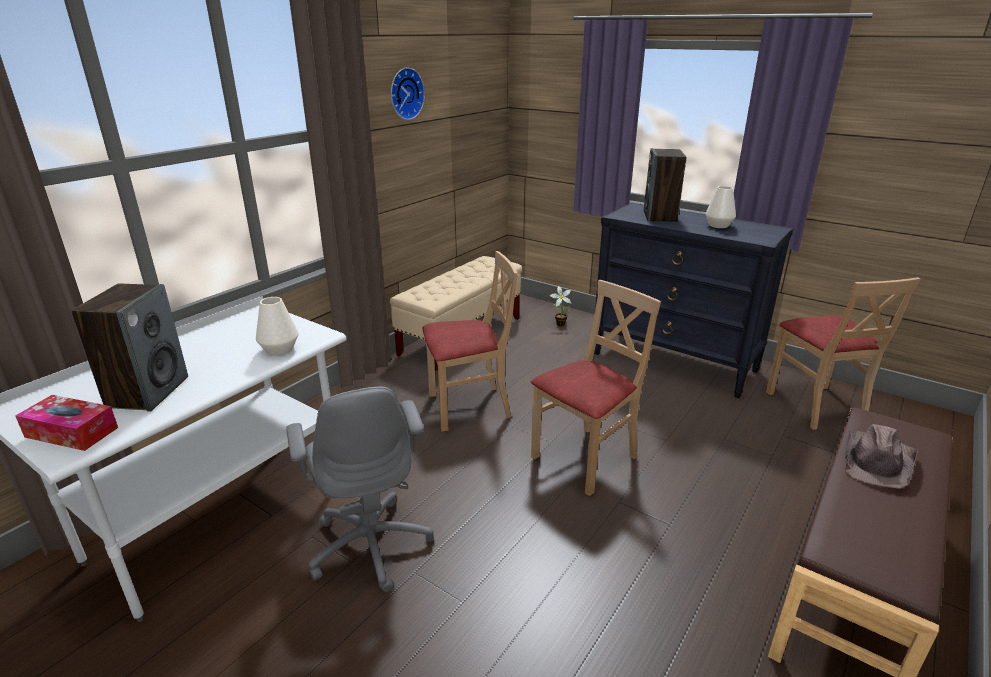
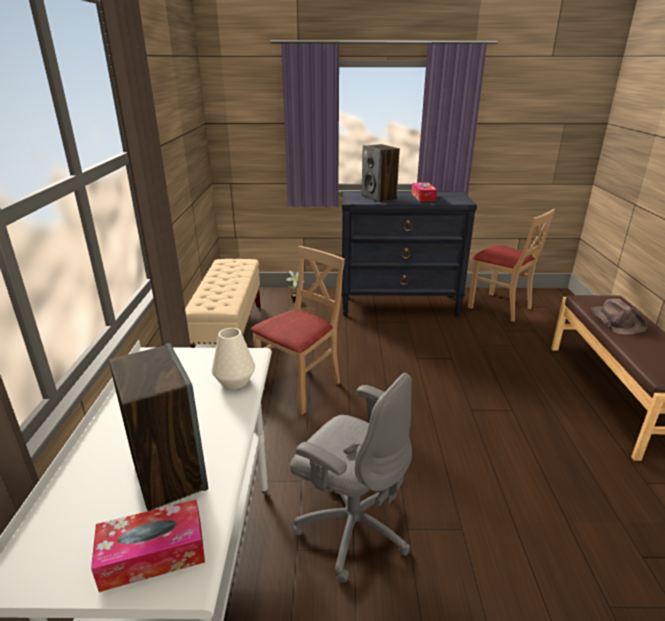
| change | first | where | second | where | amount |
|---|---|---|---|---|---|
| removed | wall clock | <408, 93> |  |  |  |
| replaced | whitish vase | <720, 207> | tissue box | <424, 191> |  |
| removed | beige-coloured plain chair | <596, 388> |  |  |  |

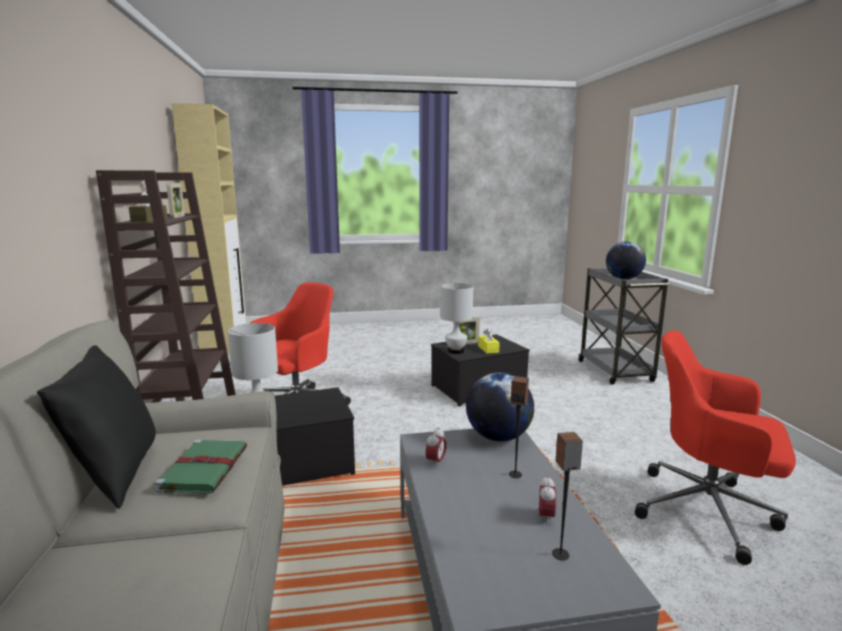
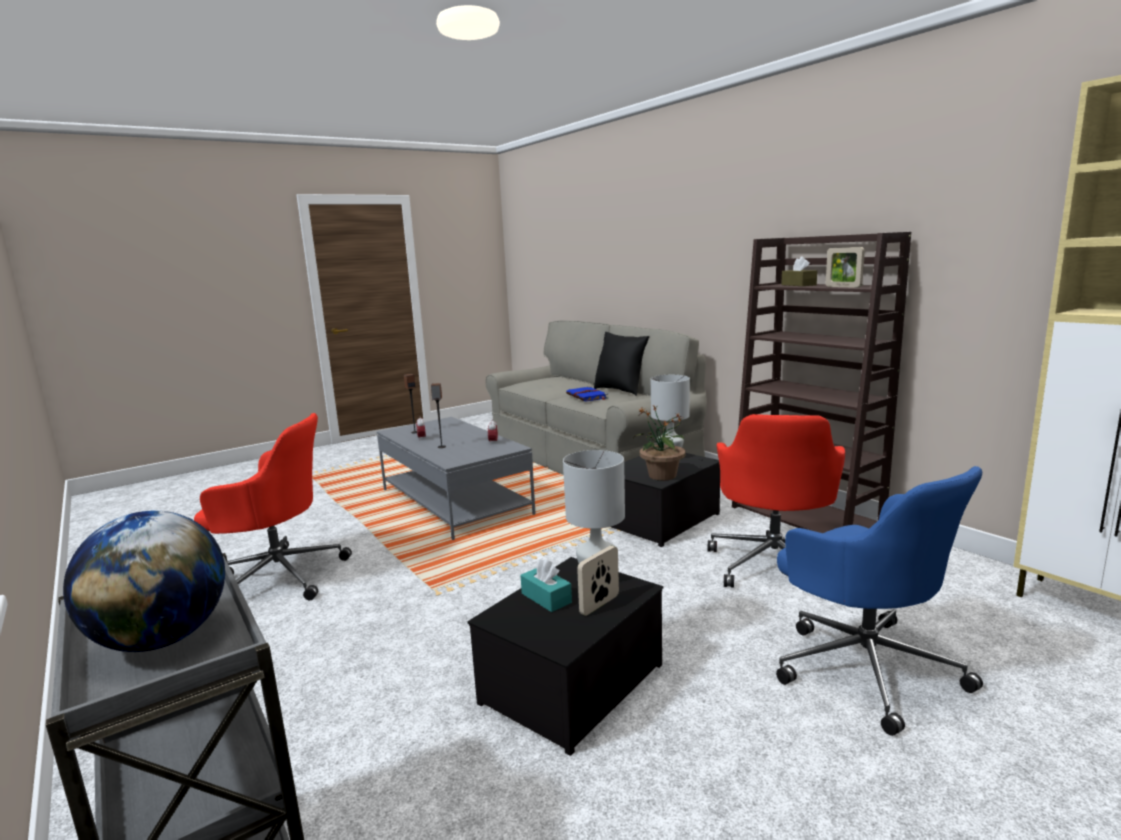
| change | first | where | second | where | amount |
|---|---|---|---|---|---|
| recoloured | yellow tissue box | <489, 341> | blue-green tissue box | <546, 585> |  |
| removed | desk globe | <500, 407> |  |  |  |
| recoloured | green book | <201, 466> | blue-coloured book | <587, 393> |  |
| added |  |  | plant in a pot | <660, 443> |  |
| added |  |  | blue-coloured desk chair | <879, 601> |  |

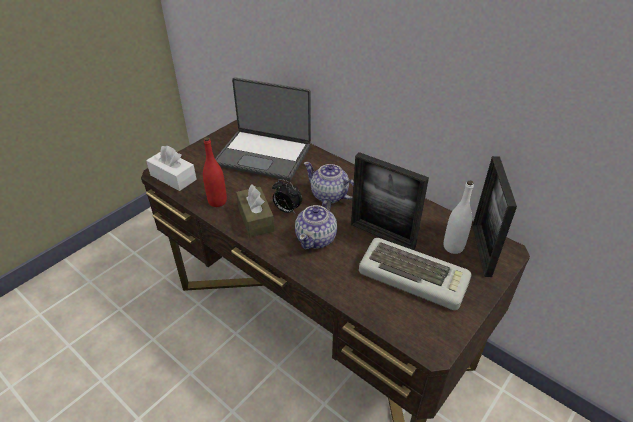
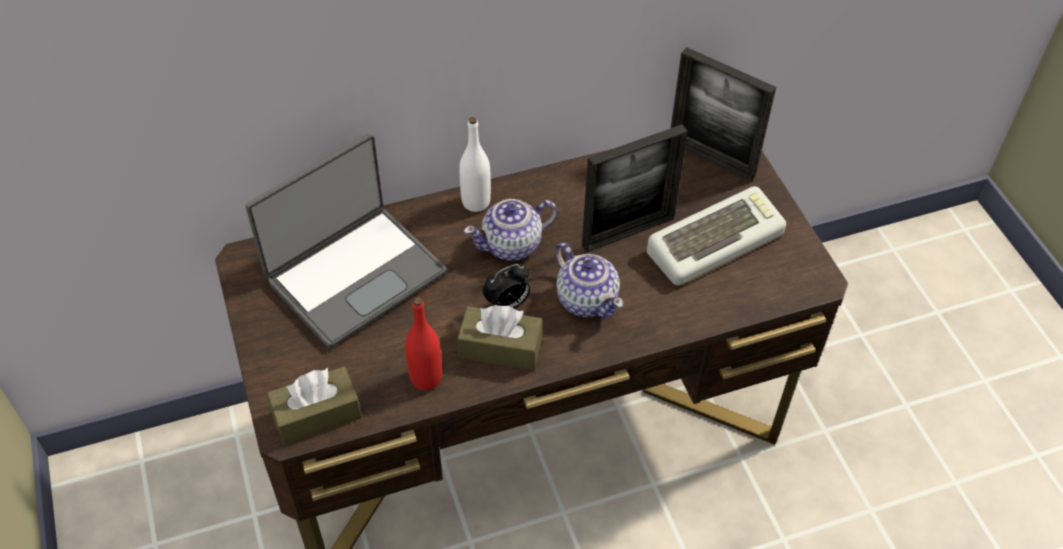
| change | first | where | second | where | amount |
|---|---|---|---|---|---|
| recoloured | whitish tissue box | <171, 168> | brown-coloured tissue box | <314, 406> |  |
| moved | whitish beverage bottle | <459, 217> |  | <475, 164> |  |

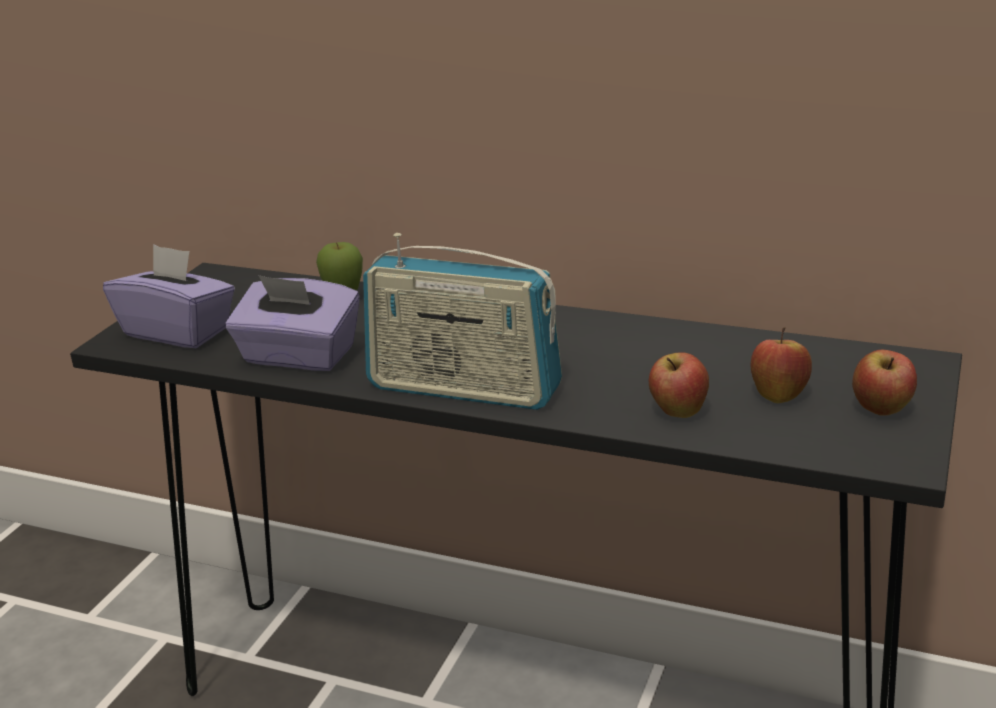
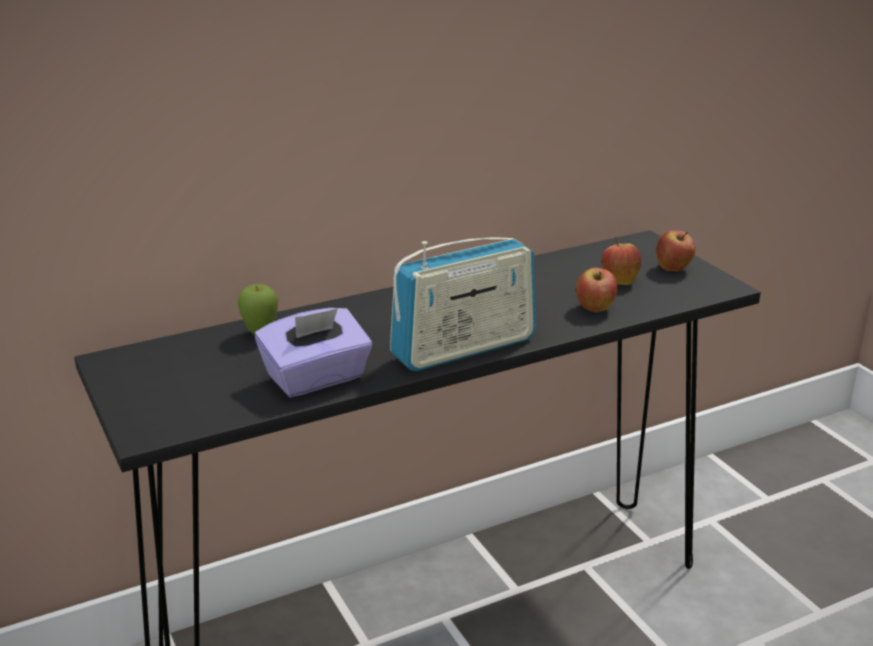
| change | first | where | second | where | amount |
|---|---|---|---|---|---|
| removed | purplish tissue box | <169, 296> |  |  |  |

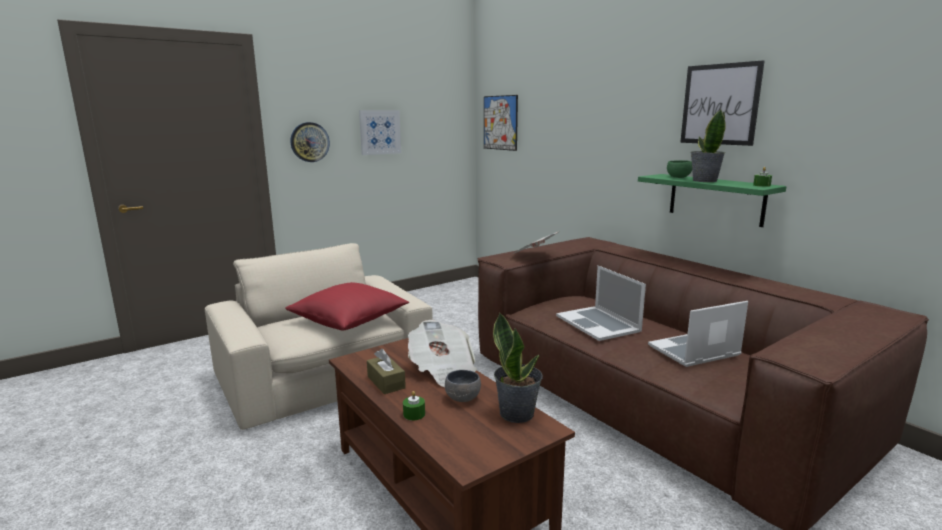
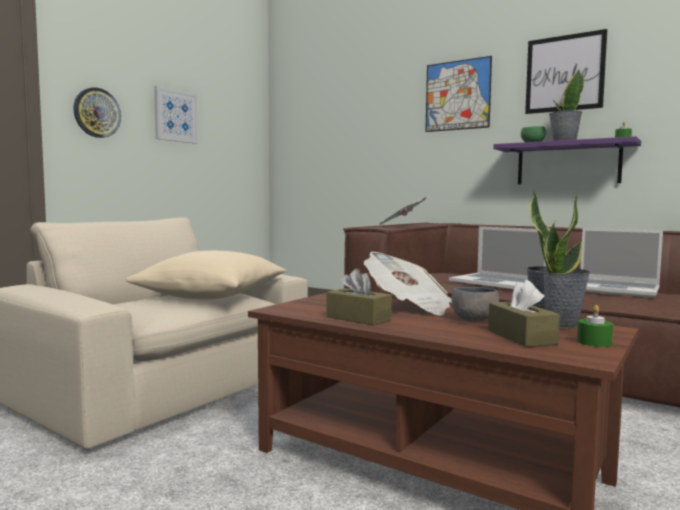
| change | first | where | second | where | amount |
|---|---|---|---|---|---|
| moved | picture | <501, 123> |  | <458, 94> |  |
| recoloured | green shelf | <712, 200> | purplish shelf | <567, 160> |  |
| recoloured | red cushion | <347, 306> | beige-coloured cushion | <206, 275> |  |
| turned | laptop | <698, 334> |  | <621, 263> | 105 degrees counterclockwise |
| moved | green wax candle | <414, 406> |  | <595, 326> |  |
| added |  |  | brown-coloured tissue box | <524, 313> |  |

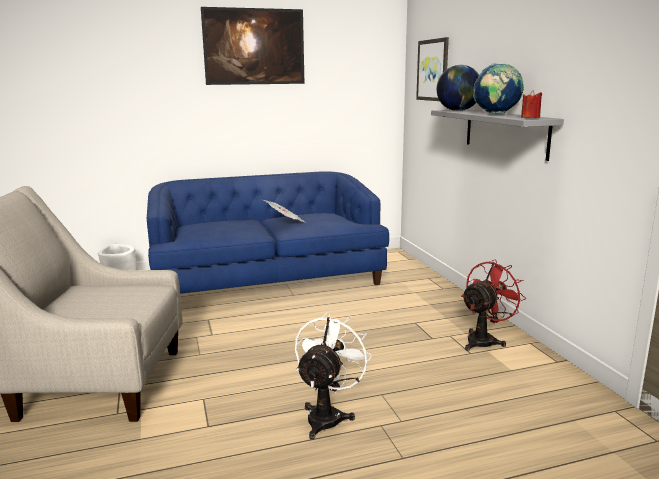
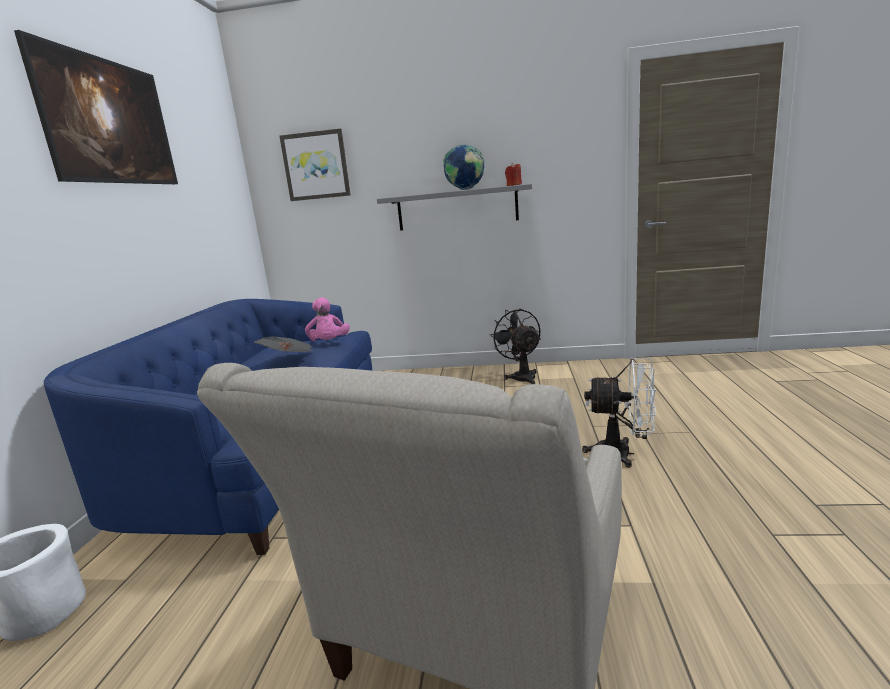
| change | first | where | second | where | amount |
|---|---|---|---|---|---|
| removed | desk globe | <458, 88> |  |  |  |
| recoloured | red cooling fan | <493, 305> | blackish cooling fan | <515, 346> |  |
| turned | whitish cooling fan | <333, 376> |  | <619, 413> | 150 degrees clockwise |
| added |  |  | pinkish soft toy | <327, 319> |  |

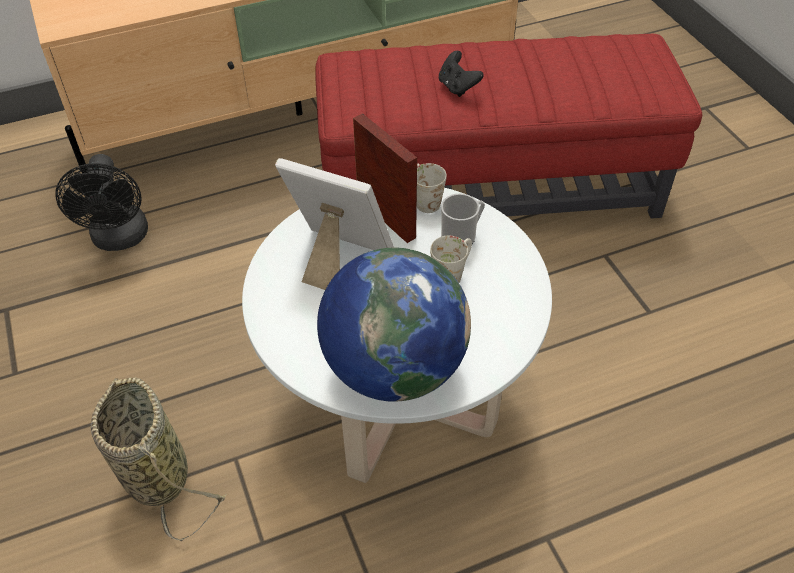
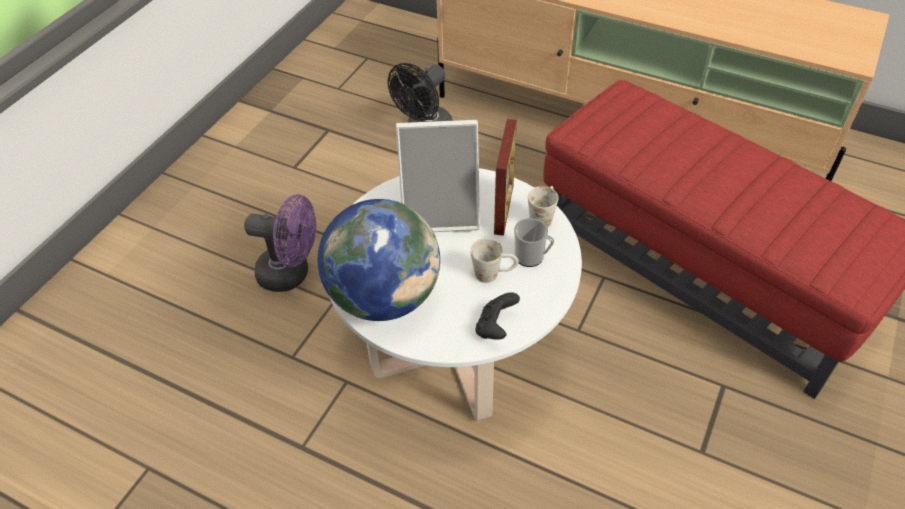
| change | first | where | second | where | amount |
|---|---|---|---|---|---|
| moved | blackish game controller | <461, 74> |  | <497, 316> |  |
| turned | photo frame | <334, 224> |  | <438, 176> | 105 degrees clockwise |
| replaced | household basket | <159, 459> | purplish cooling fan | <280, 243> |  |

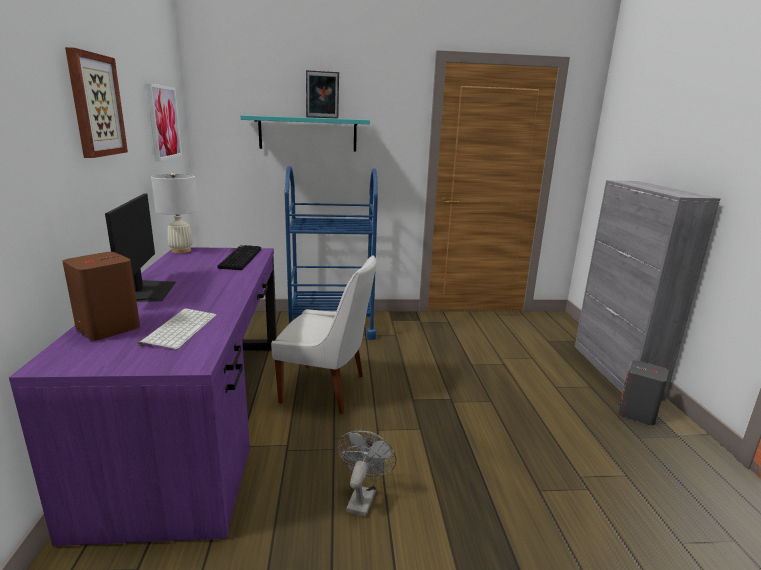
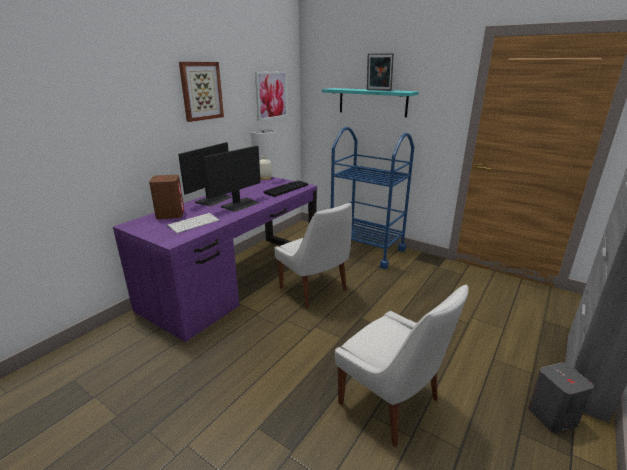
| change | first | where | second | where | amount |
|---|---|---|---|---|---|
| removed | gray cooling fan | <367, 473> |  |  |  |
| added |  |  | monitor | <232, 179> |  |
| added |  |  | whitish plain chair | <402, 366> |  |

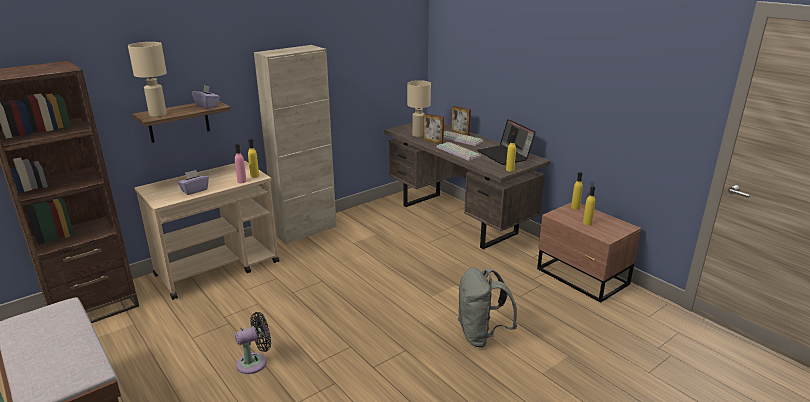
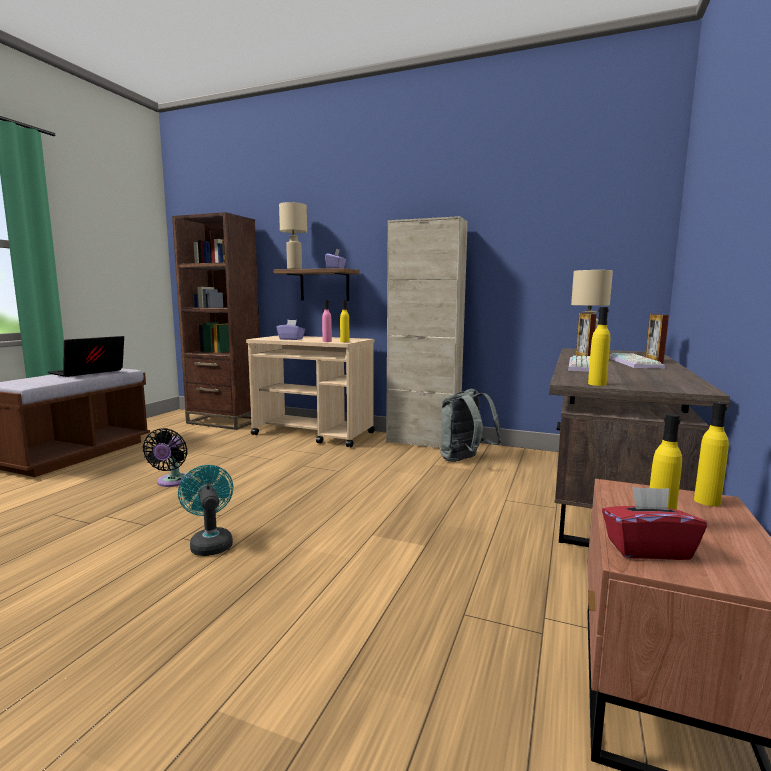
| change | first | where | second | where | amount |
|---|---|---|---|---|---|
| moved | laptop | <506, 142> |  | <86, 356> |  |
| moved | gray backpack | <487, 307> |  | <471, 425> |  |
| turned | blackish cooling fan | <253, 343> |  | <167, 457> | 60 degrees clockwise |
| added |  |  | blue-green cooling fan | <205, 510> |  |
| added |  |  | red tissue box | <654, 523> |  |

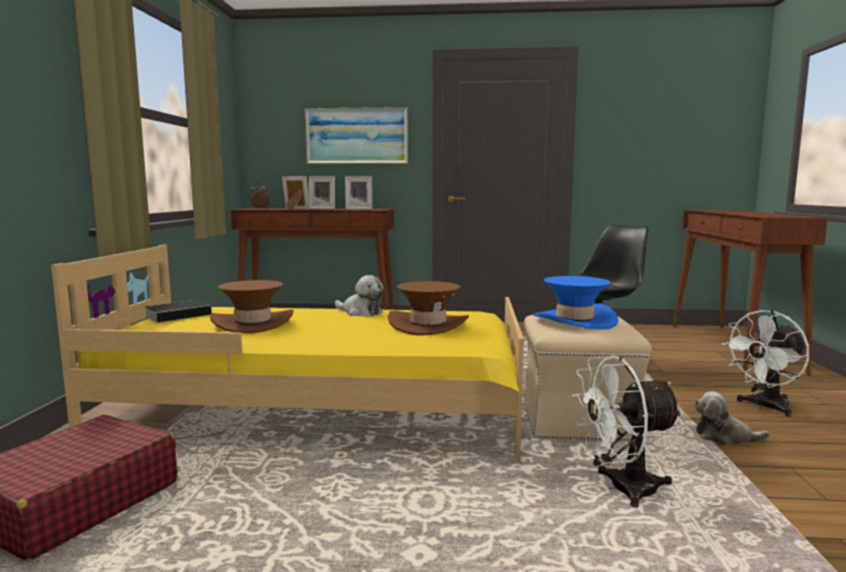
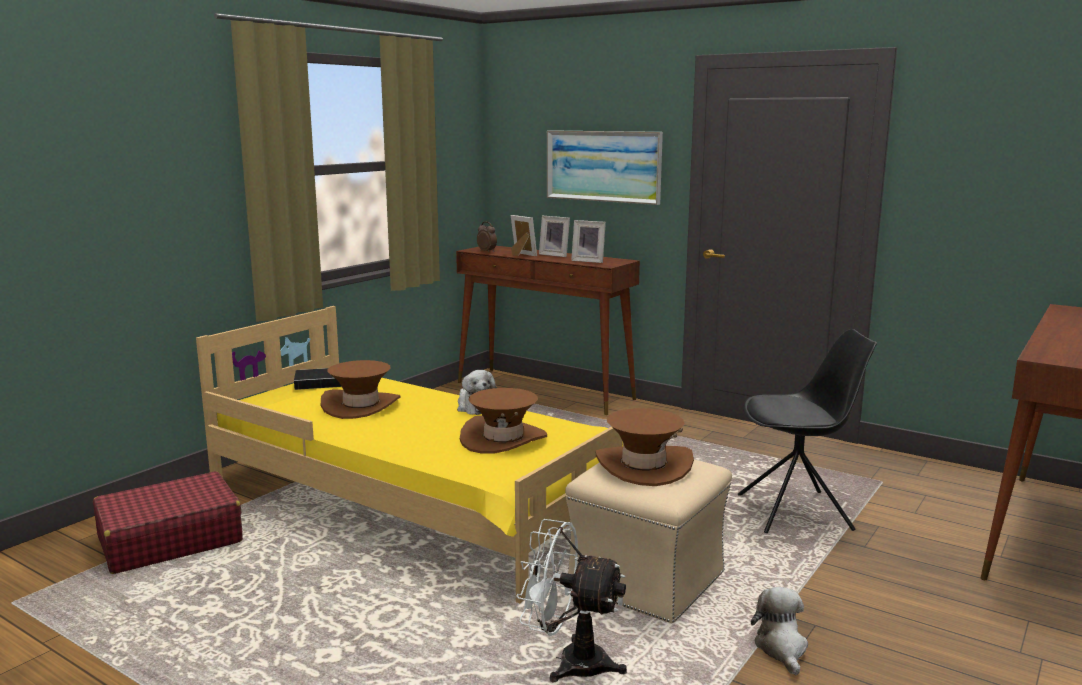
| change | first | where | second | where | amount |
|---|---|---|---|---|---|
| recoloured | blue-coloured clothing hat | <576, 303> | brown-coloured clothing hat | <645, 447> |  |
| removed | whitish cooling fan | <765, 363> |  |  |  |
| turned | soft toy | <732, 418> |  | <779, 631> | 45 degrees clockwise |

